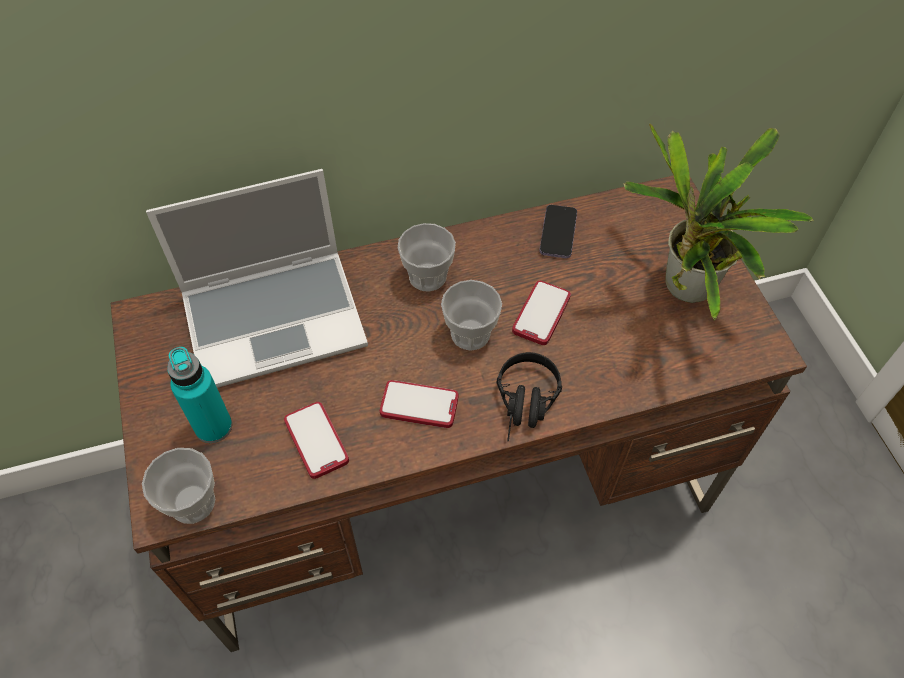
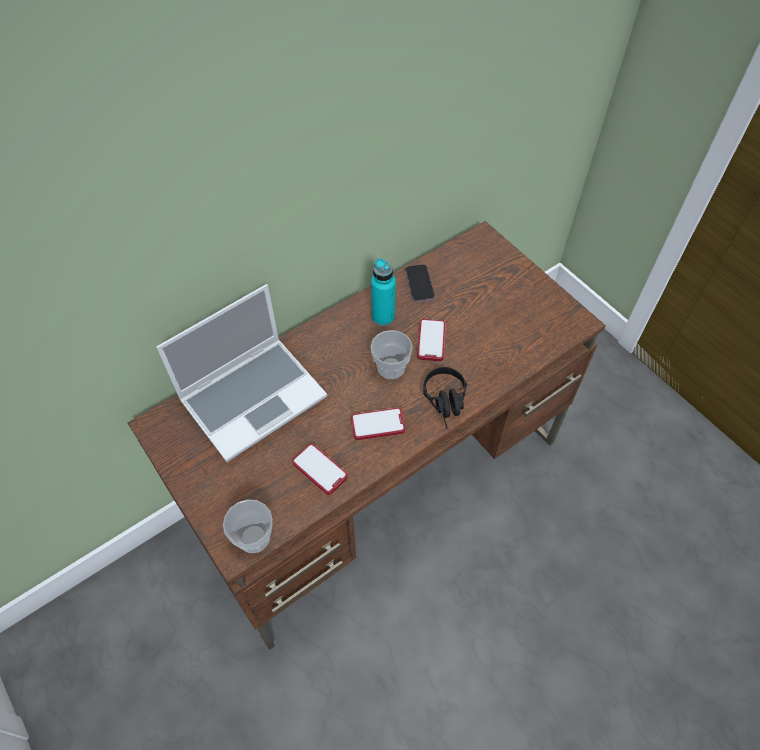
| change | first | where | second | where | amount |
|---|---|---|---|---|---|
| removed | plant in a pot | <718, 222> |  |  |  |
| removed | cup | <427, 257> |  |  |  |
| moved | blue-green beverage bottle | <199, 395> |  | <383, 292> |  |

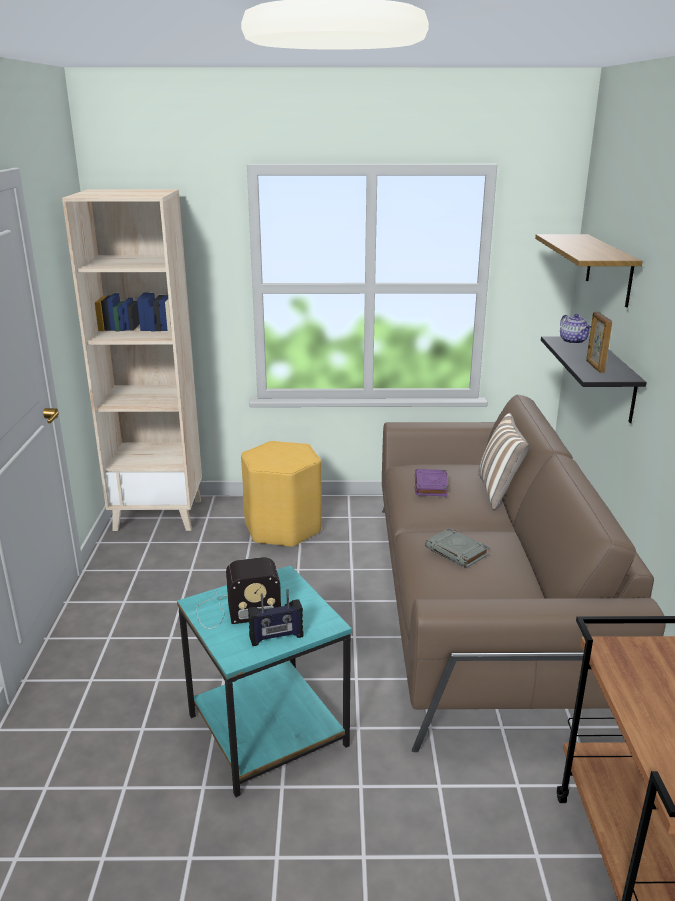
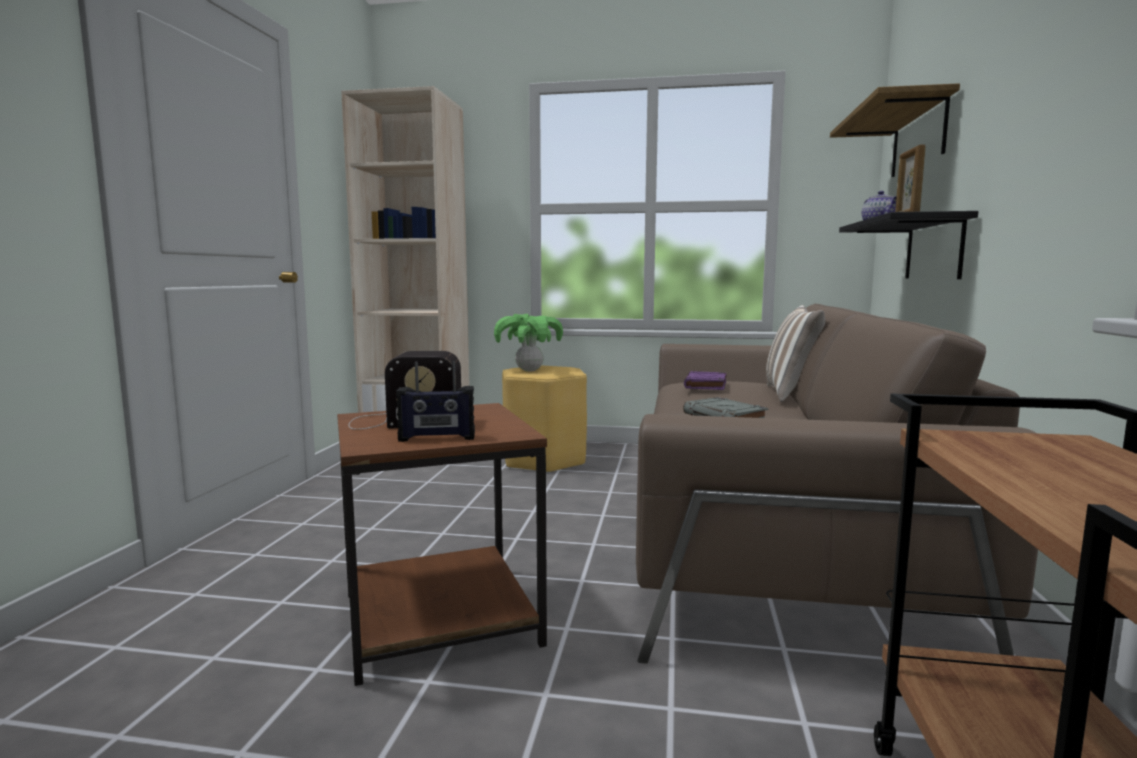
| change | first | where | second | where | amount |
|---|---|---|---|---|---|
| recoloured | blue-green accent table | <264, 681> | brown-coloured accent table | <442, 544> |  |
| added |  |  | plant in a pot | <528, 342> |  |

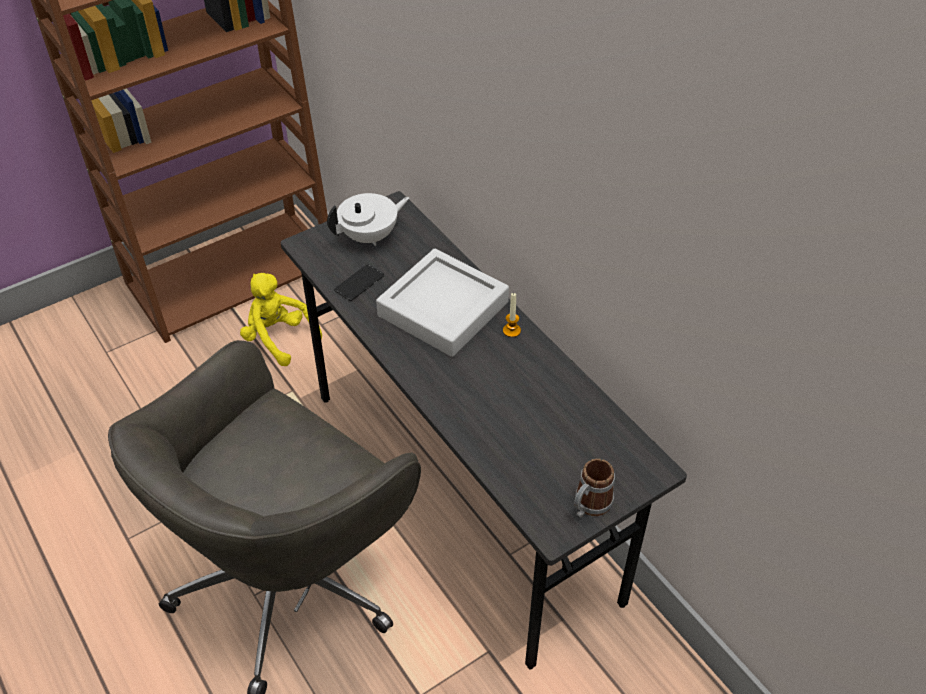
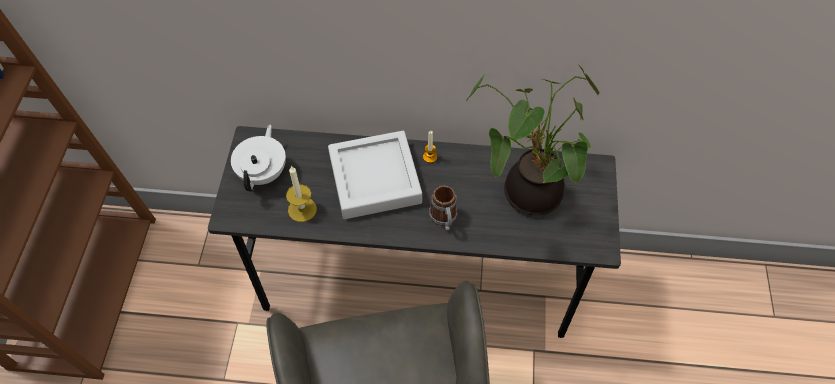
| change | first | where | second | where | amount |
|---|---|---|---|---|---|
| replaced | phone | <359, 283> | wax candle | <301, 193> |  |
| removed | yellow soft toy | <281, 319> |  |  |  |
| moved | tea mug | <594, 488> |  | <443, 208> |  |
| added |  |  | plant in a pot | <532, 140> |  |

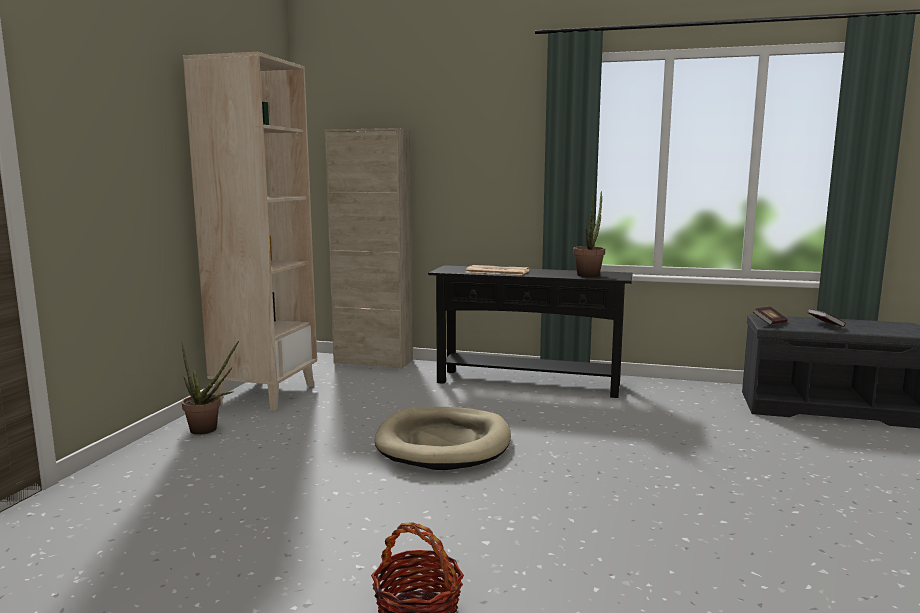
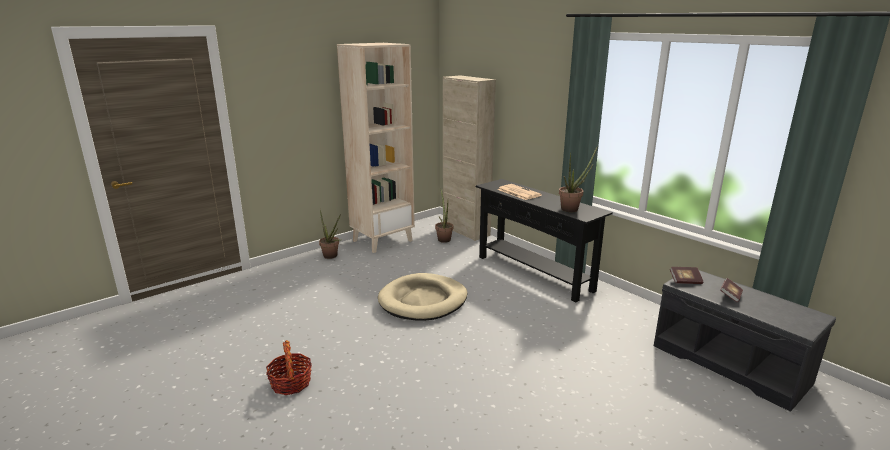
| change | first | where | second | where | amount |
|---|---|---|---|---|---|
| added |  |  | plant in a pot | <444, 216> |  |

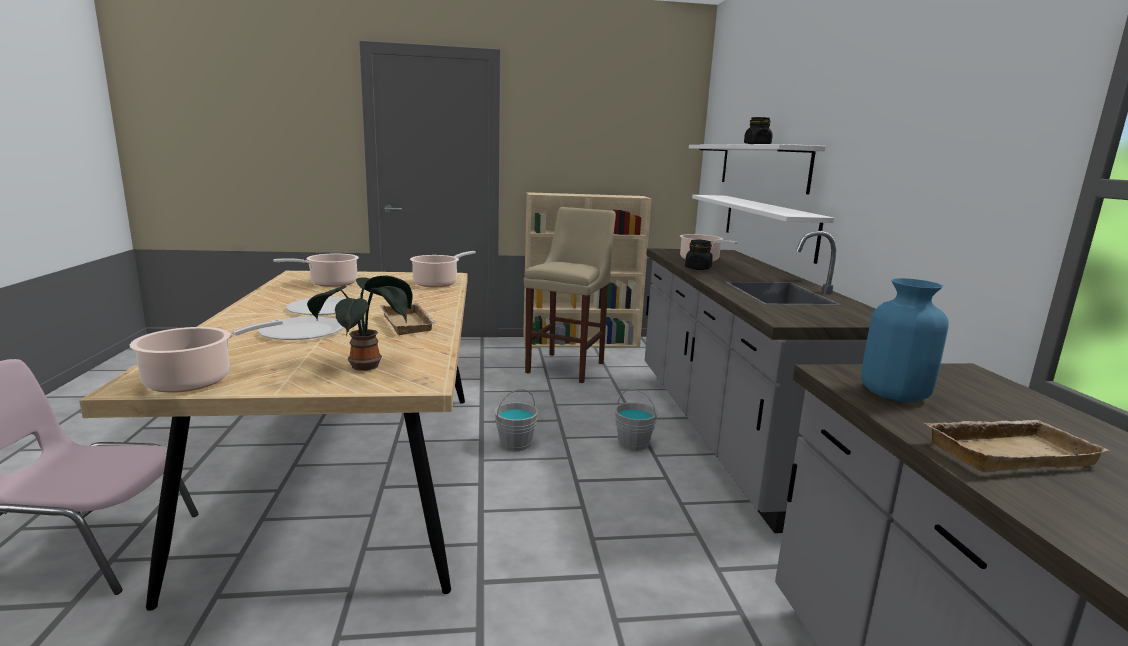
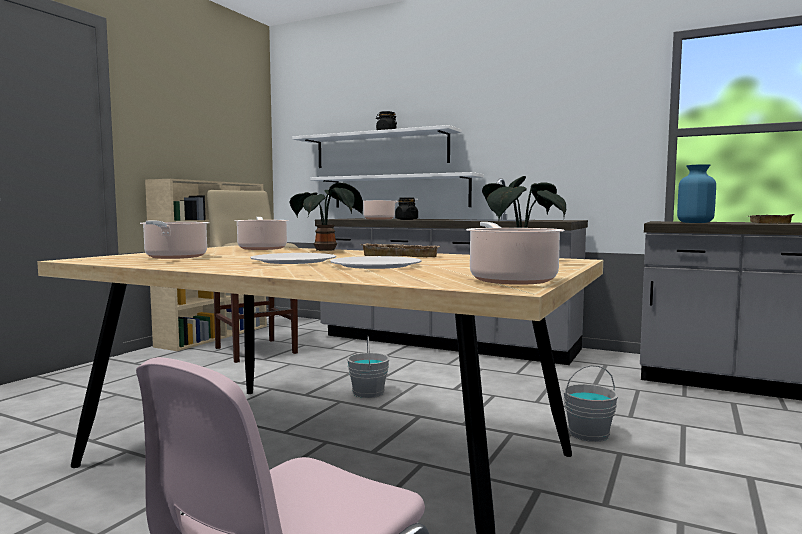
| change | first | where | second | where | amount |
|---|---|---|---|---|---|
| moved | gray pail | <636, 420> |  | <590, 403> |  |
| added |  |  | plant in a pot | <326, 217> |  |

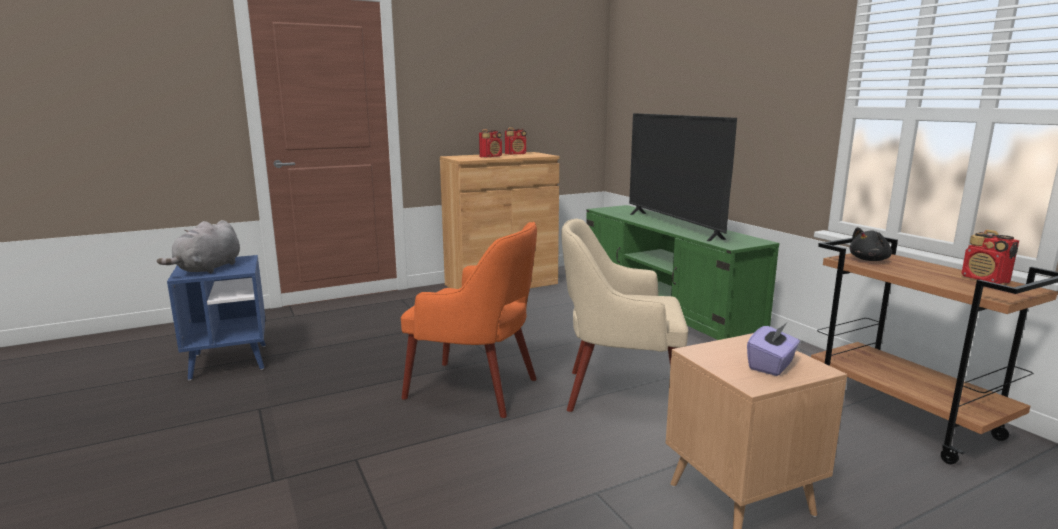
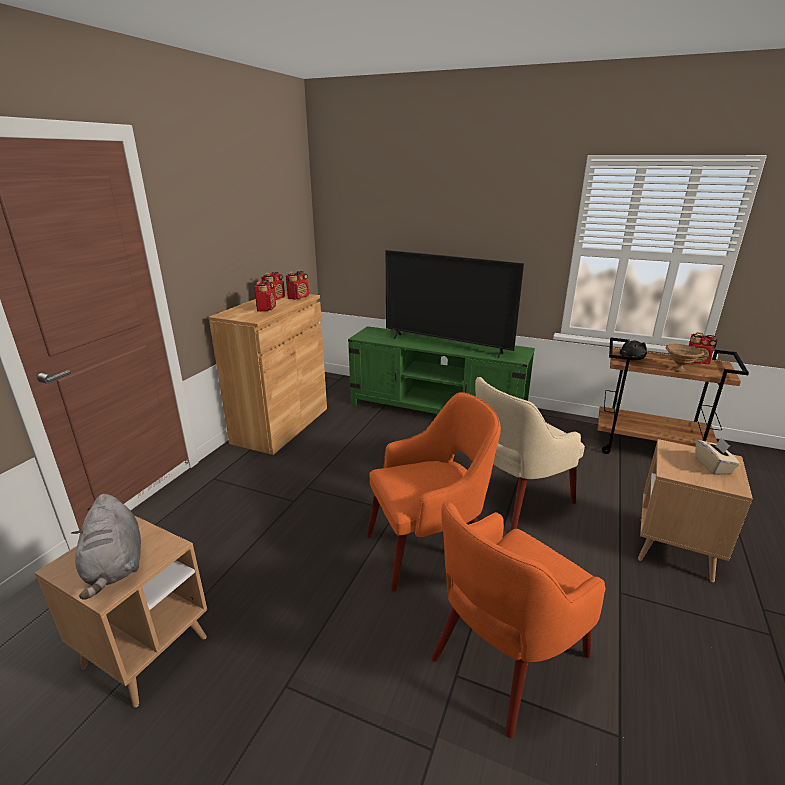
| change | first | where | second | where | amount |
|---|---|---|---|---|---|
| recoloured | blue-coloured accent table | <216, 317> | brown-coloured accent table | <121, 611> |  |
| recoloured | purplish tissue box | <773, 349> | beige-coloured tissue box | <717, 456> |  |
| added |  |  | radio receiver | <297, 285> |  |
| added |  |  | brown-coloured deep dish | <685, 358> |  |
| added |  |  | orange-coloured easy chair | <518, 620> |  |

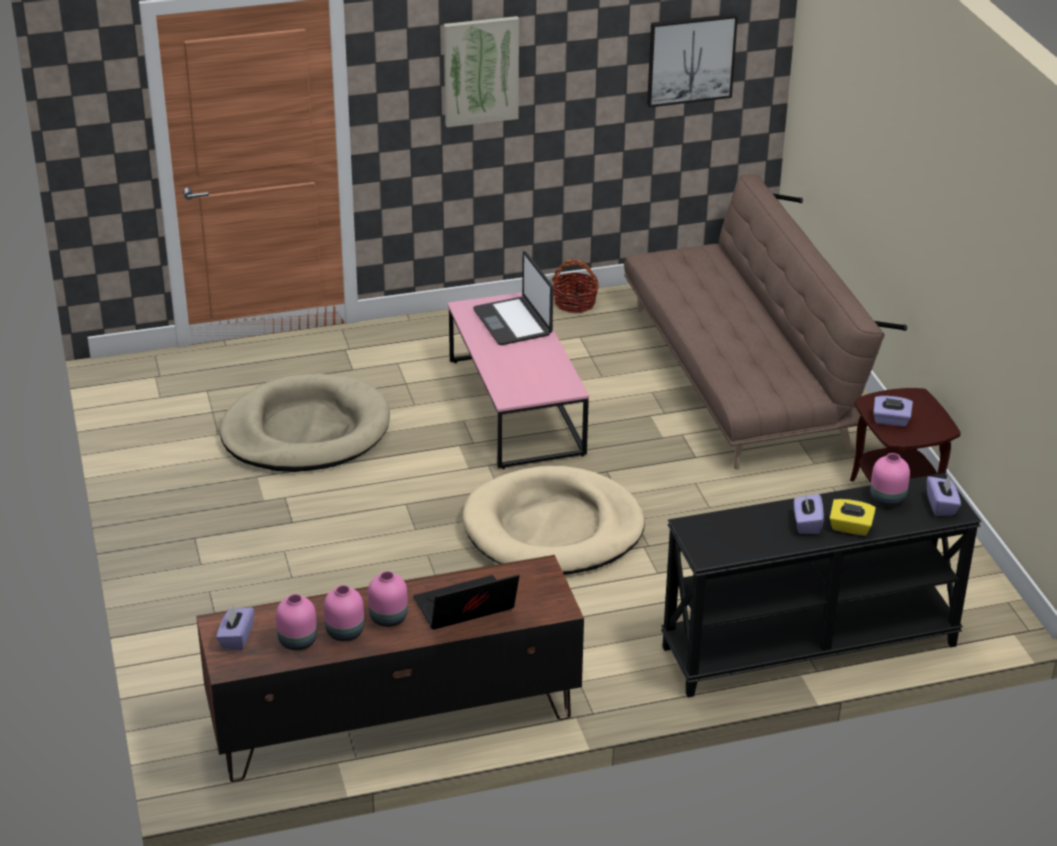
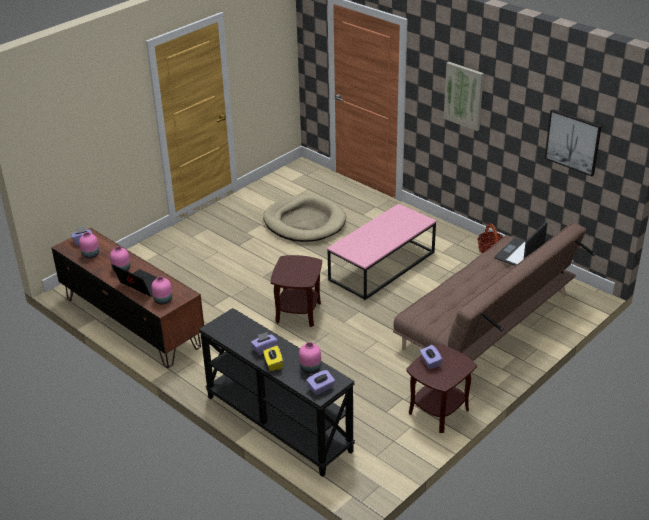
| change | first | where | second | where | amount |
|---|---|---|---|---|---|
| moved | laptop | <513, 298> |  | <521, 244> |  |
| replaced | beige-coloured pet bed | <553, 520> | brown-coloured accent table | <296, 291> |  |
| moved | pinkish vase | <344, 613> |  | <161, 290> |  |

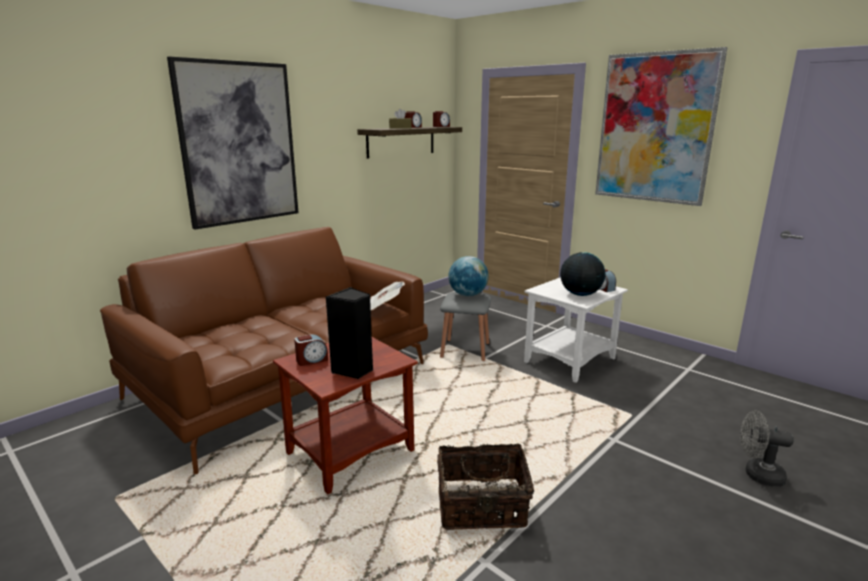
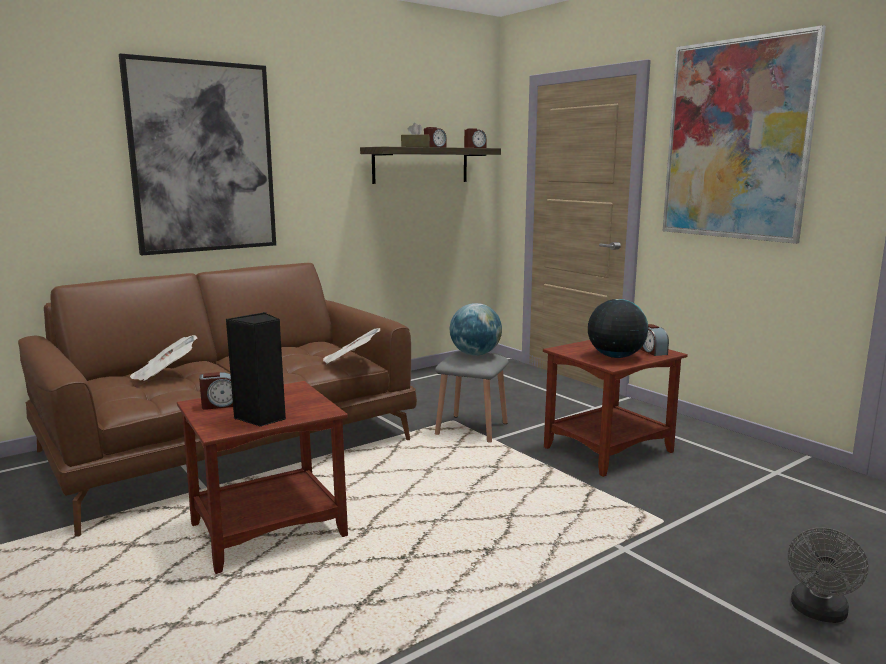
| change | first | where | second | where | amount |
|---|---|---|---|---|---|
| recoloured | whitish accent table | <576, 330> | brown-coloured accent table | <615, 408> |  |
| turned | gray cooling fan | <767, 448> |  | <828, 575> | 90 degrees counterclockwise |
| removed | household basket | <485, 486> |  |  |  |
| added |  |  | newspaper | <163, 358> |  |

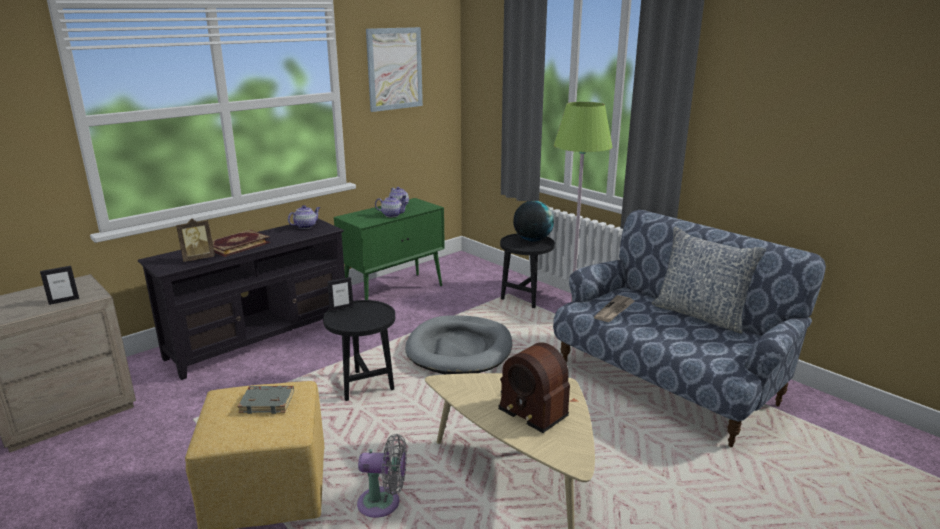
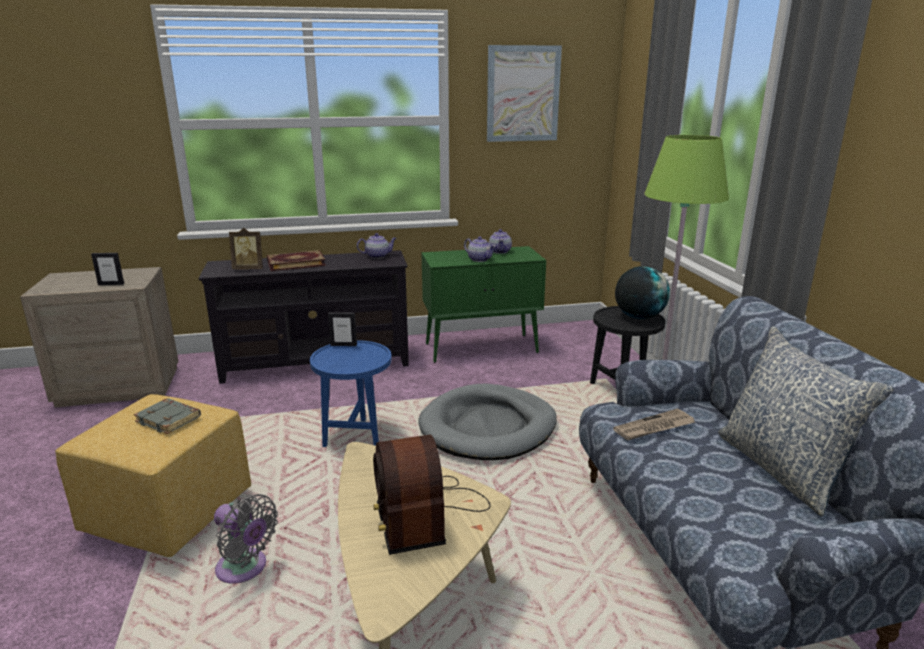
| change | first | where | second | where | amount |
|---|---|---|---|---|---|
| recoloured | blackish accent table | <359, 350> | blue-coloured accent table | <351, 393> |  |

